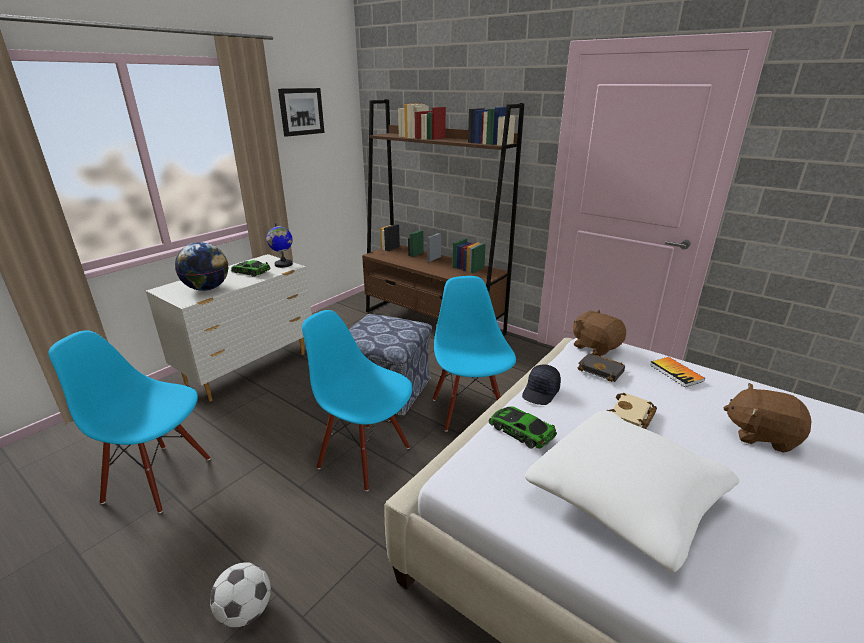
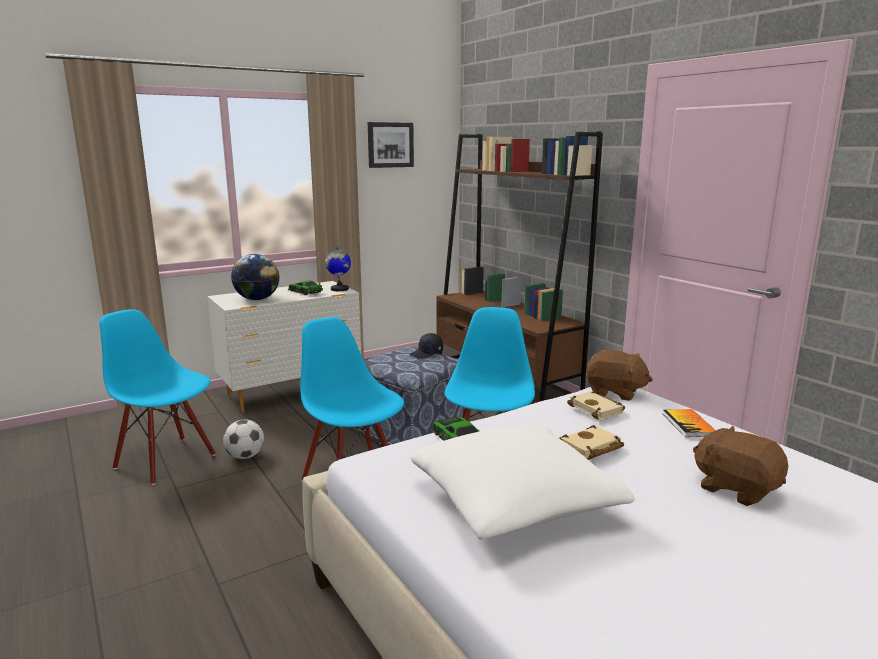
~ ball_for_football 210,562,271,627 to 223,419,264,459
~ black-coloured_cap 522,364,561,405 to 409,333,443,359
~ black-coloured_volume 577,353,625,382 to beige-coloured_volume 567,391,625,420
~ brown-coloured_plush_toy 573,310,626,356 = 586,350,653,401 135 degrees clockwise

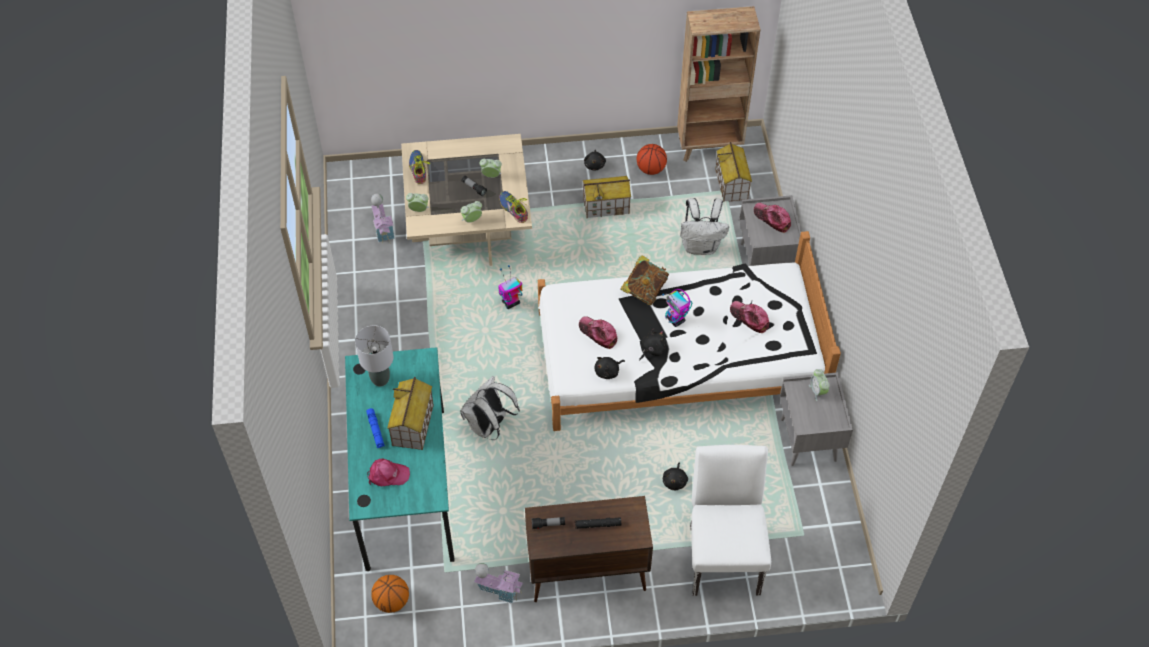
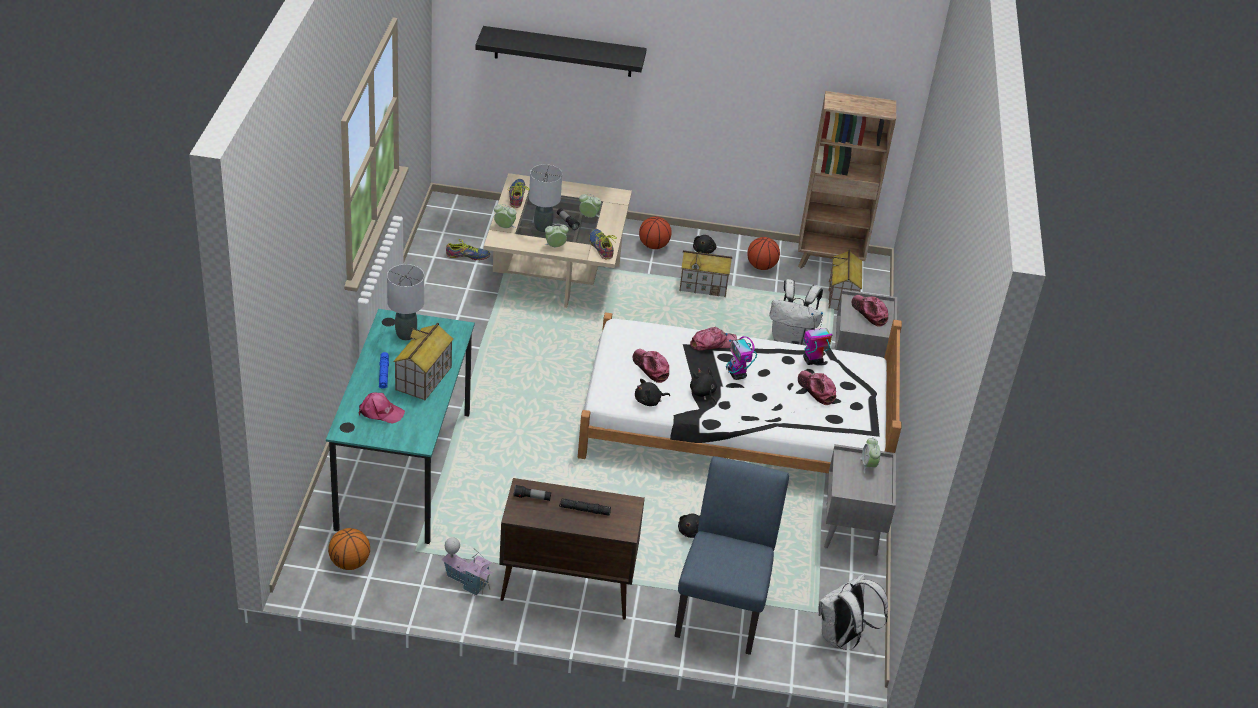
+ black-coloured_wall_shelf 475,26,647,77
+ grey_table_lamp 529,164,562,232
+ basketball_ball 639,216,672,249
~ white-coloured_rucksack 460,376,520,440 to 819,574,888,650
~ toy_robot 498,265,523,309 to 803,312,832,365
~ model_house 371,194,395,244 to low_shoe 446,239,490,260
~ volume 620,255,669,305 to cap 690,327,737,350
~ white-coloured_plain_chair 690,445,771,596 to bluish_plain_chair 675,456,789,655
~ black-coloured_plush_toy 639,328,667,361 = 690,368,717,404 90 degrees counterclockwise

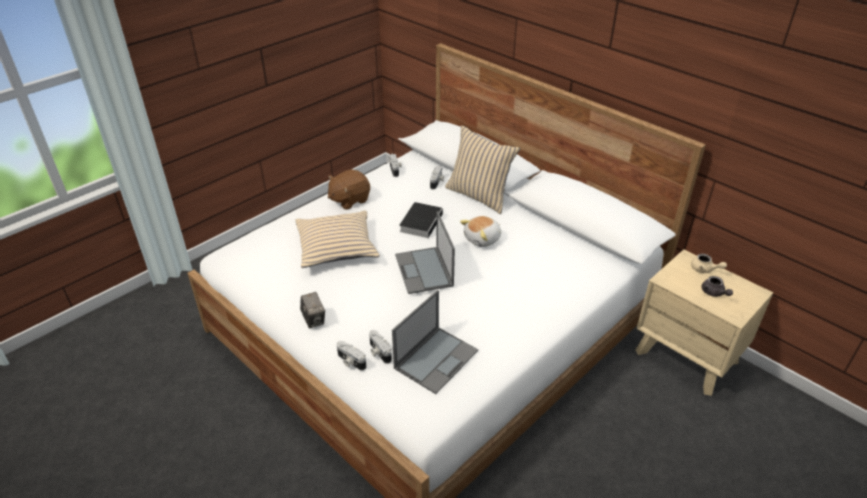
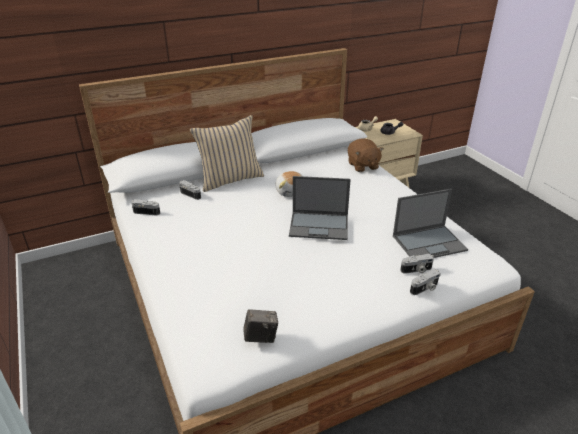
- beige-coloured_cushion 295,211,380,268
- volume 399,202,443,238
~ photo_camera 300,292,325,328 to 243,309,278,343
~ brown-coloured_plush_toy 328,169,370,210 to 348,138,384,172
~ notebook_computer 392,290,478,394 = 393,189,468,258 105 degrees clockwise

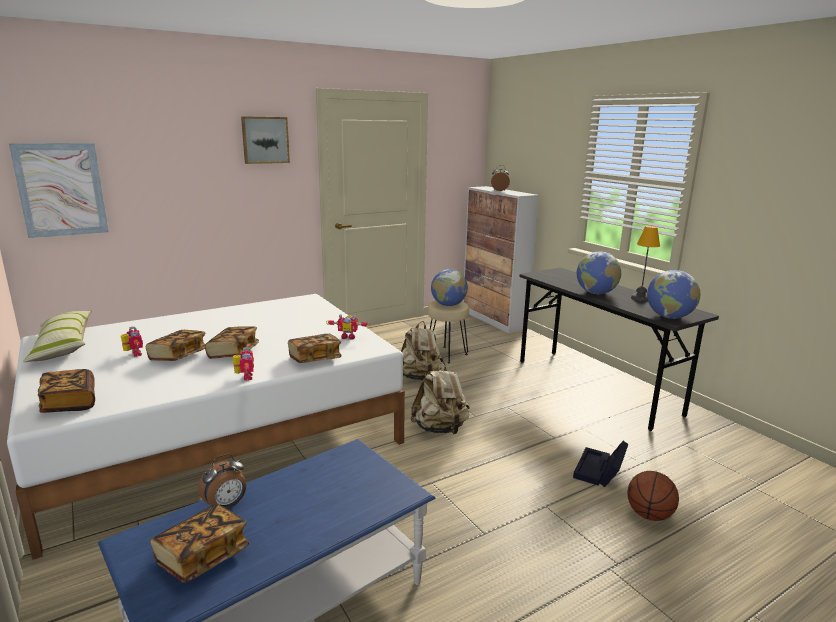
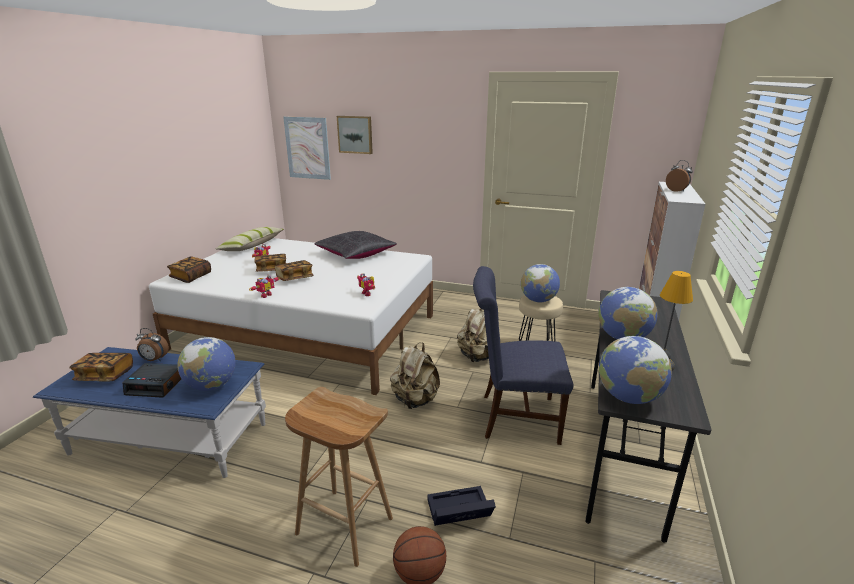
- volume 288,334,342,363
+ table_clock 123,363,181,398
+ world_globe 177,337,236,391
+ brown-coloured_stool 285,387,393,567
+ black-coloured_cushion 315,231,397,259
+ bluish_plain_chair 473,266,573,445
~ wall_picture 241,116,290,164 to 337,116,373,154

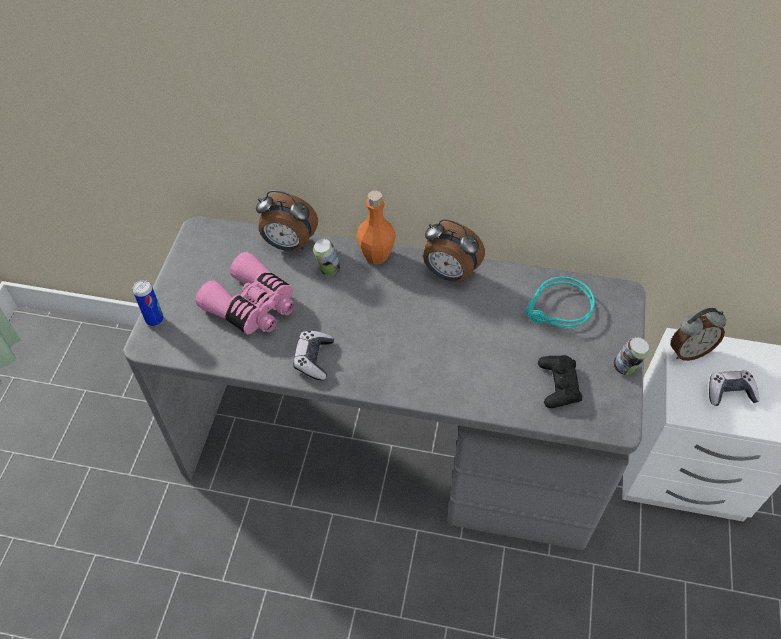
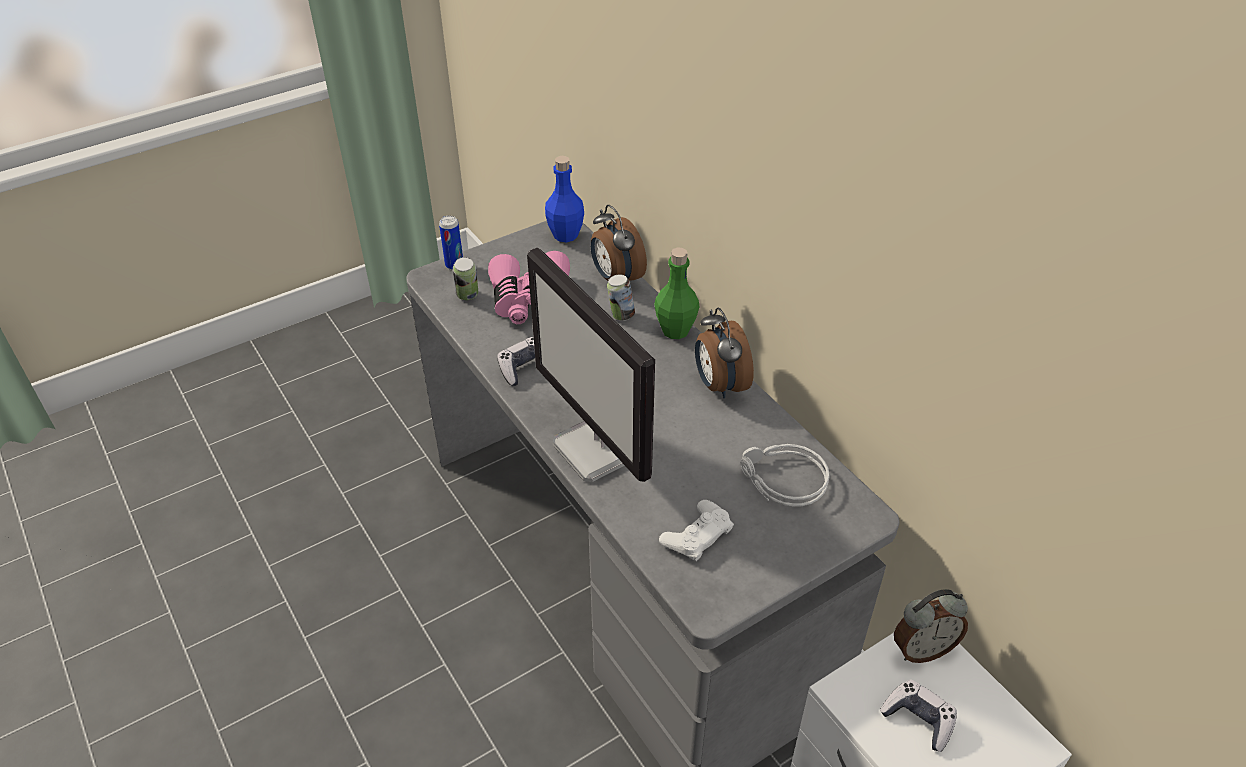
+ computer_display 527,248,655,482
+ bluish_drink_bottle 545,156,584,242
~ metal_can 613,337,649,375 to 453,257,478,300
~ orange-coloured_drink_bottle 356,191,396,264 to green-coloured_drink_bottle 654,248,700,339
~ turquoise_headphones 526,277,595,329 to grey_headphones 740,444,830,506
~ black-coloured_gamepad 538,355,582,408 to white-coloured_gamepad 659,500,734,561
~ table_clock 670,308,726,361 = 894,589,968,663 45 degrees counterclockwise

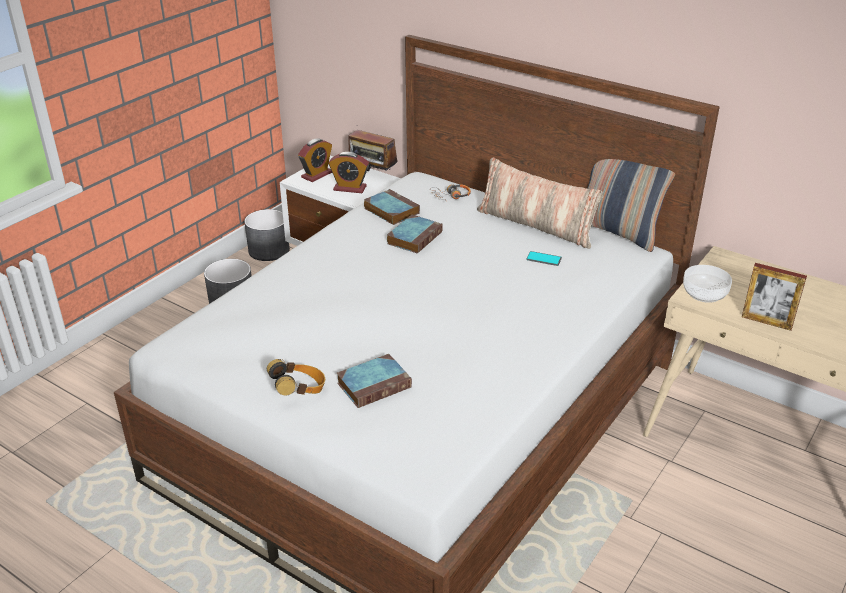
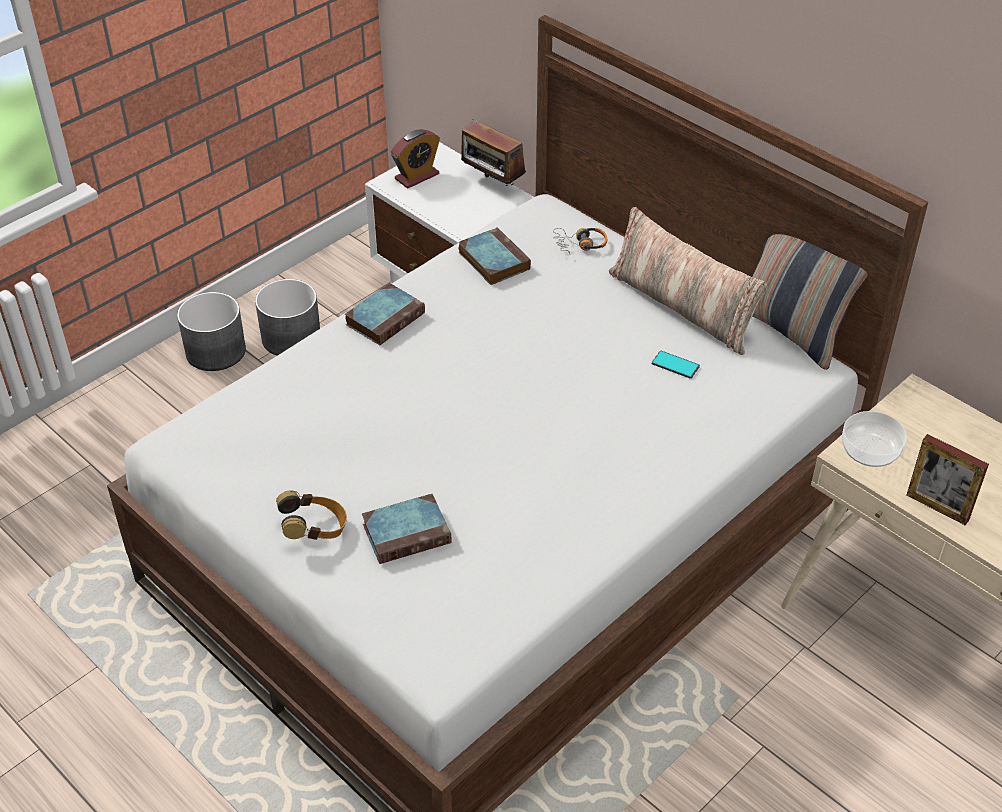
- table_clock 329,152,369,193
~ grey_flower_pot 244,209,290,261 to 177,292,246,371
~ volume 387,215,443,254 to 345,283,425,346

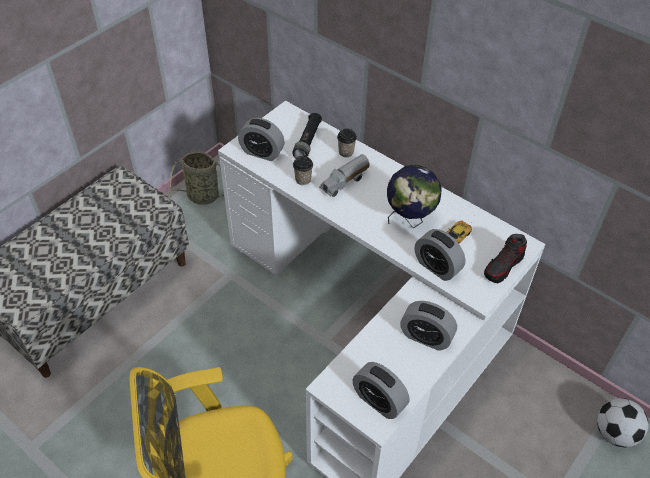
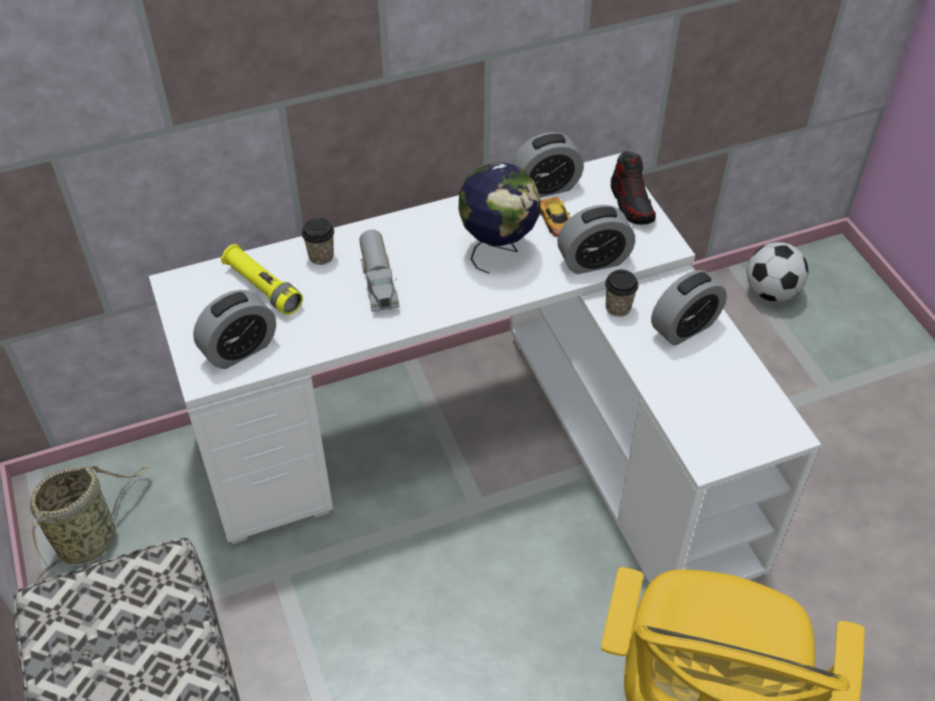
~ drinking_cup 293,156,313,185 to 605,270,638,317
~ table_clock 353,362,409,419 to 512,132,584,198
~ black-coloured_hand_torch 292,113,322,158 to yellow-coloured_hand_torch 221,244,303,315

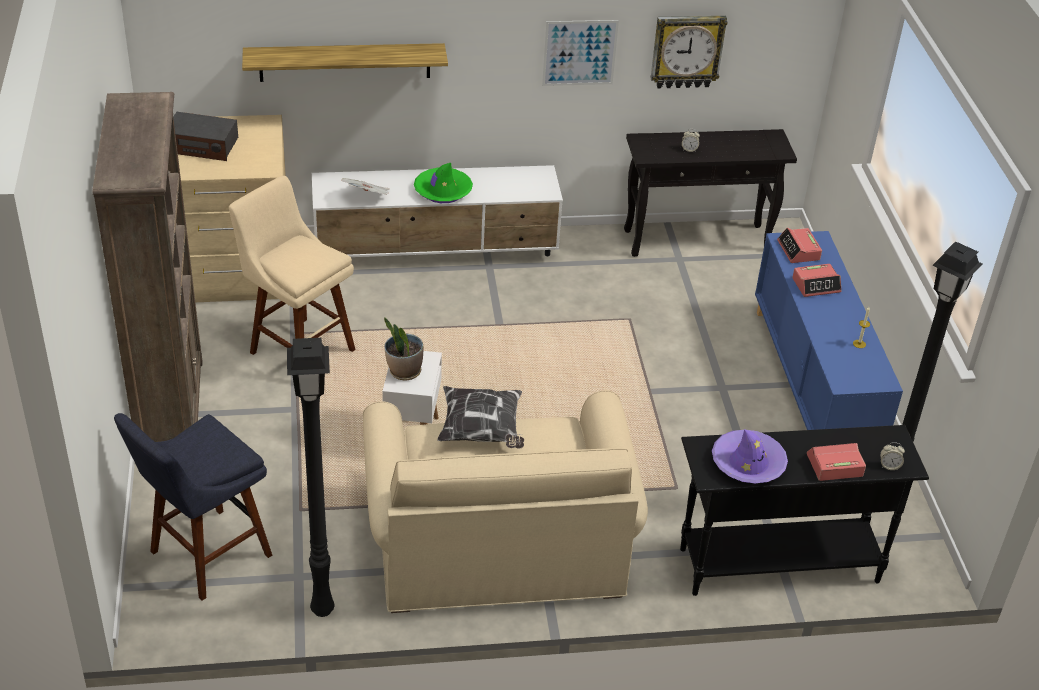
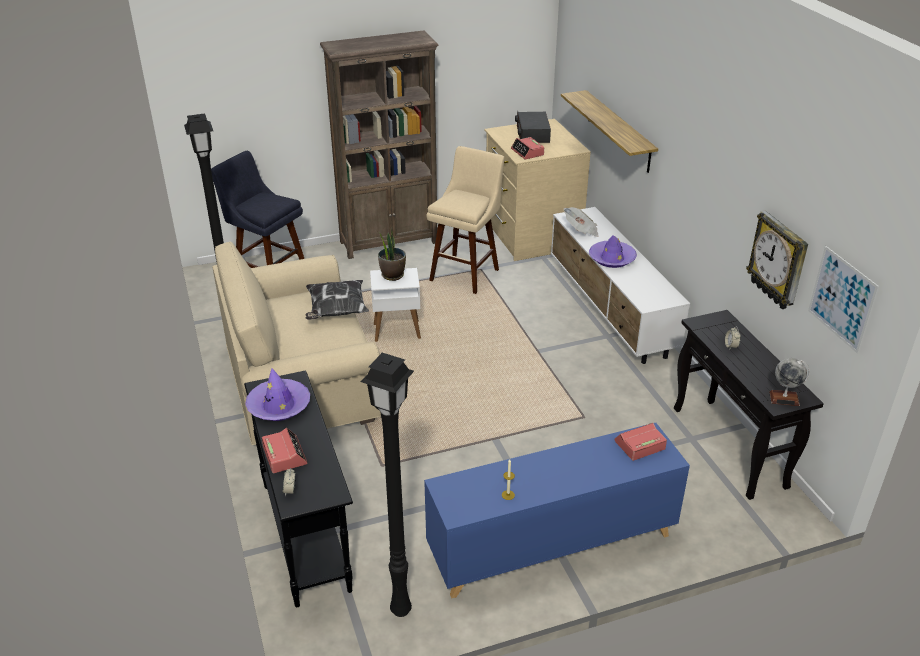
+ world_globe 769,358,810,406
~ wall_picture 542,20,619,86 to 808,246,879,354
~ table_clock 792,264,841,297 to 511,137,544,159
~ green-coloured_clothing_hat 414,163,473,203 to purple_clothing_hat 589,235,637,268

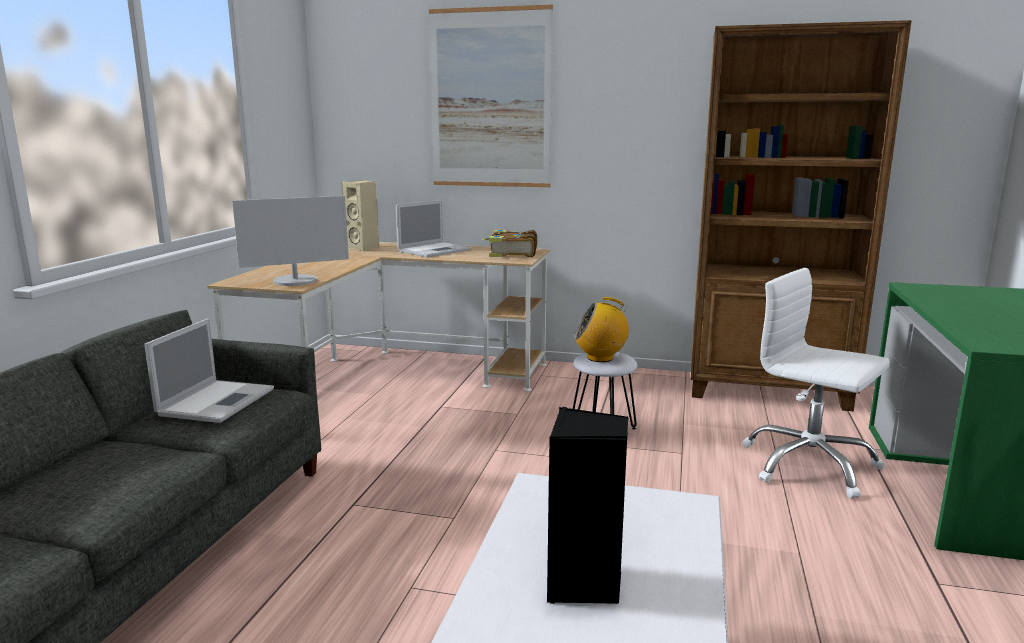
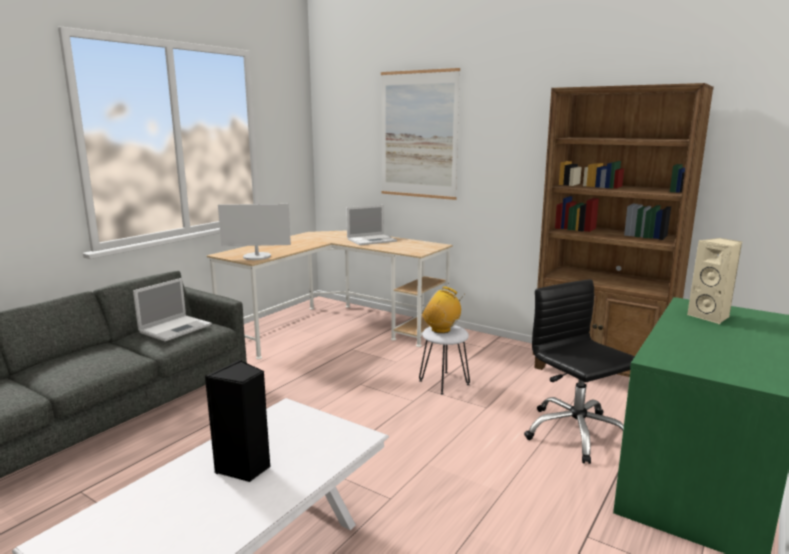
- volume 482,230,537,257
~ beige-coloured_speaker 341,180,379,251 to 687,238,742,324
~ white-coloured_office_chair 742,268,890,498 to black-coloured_office_chair 524,279,635,464

